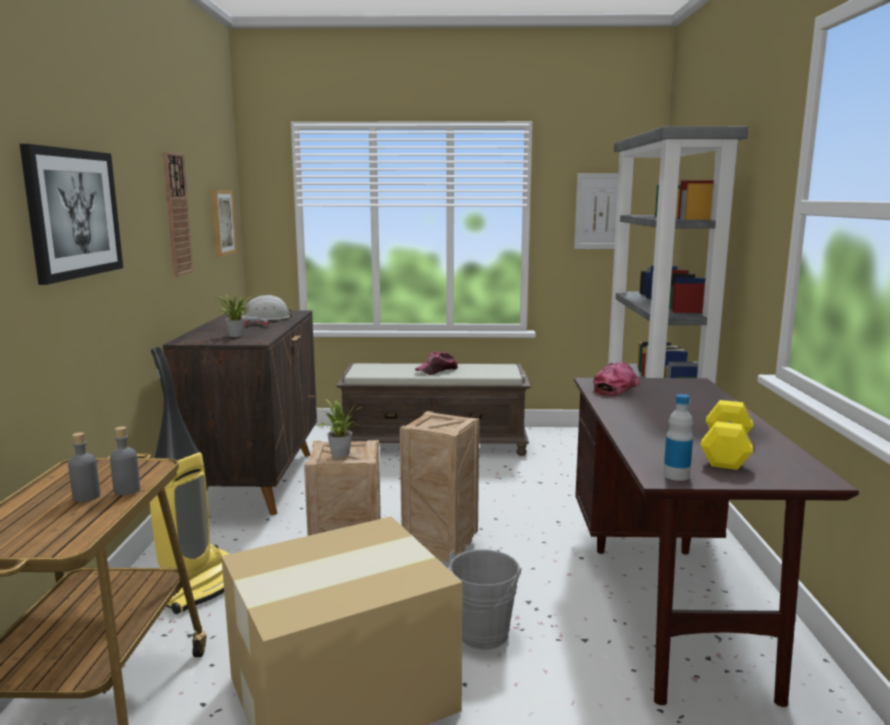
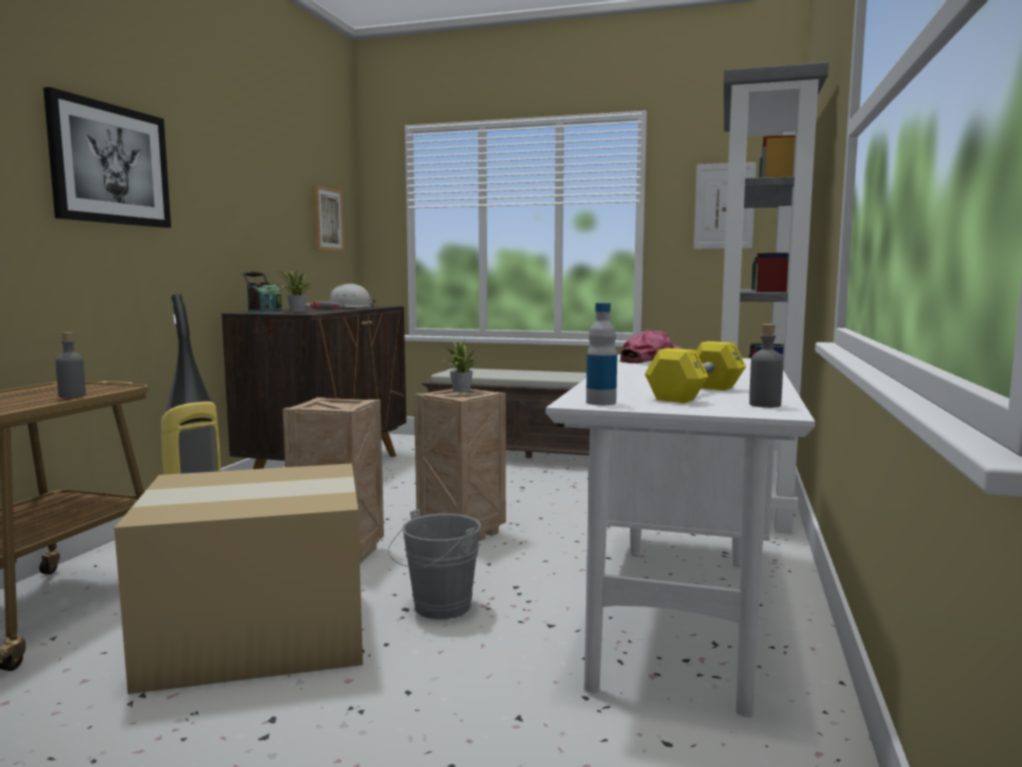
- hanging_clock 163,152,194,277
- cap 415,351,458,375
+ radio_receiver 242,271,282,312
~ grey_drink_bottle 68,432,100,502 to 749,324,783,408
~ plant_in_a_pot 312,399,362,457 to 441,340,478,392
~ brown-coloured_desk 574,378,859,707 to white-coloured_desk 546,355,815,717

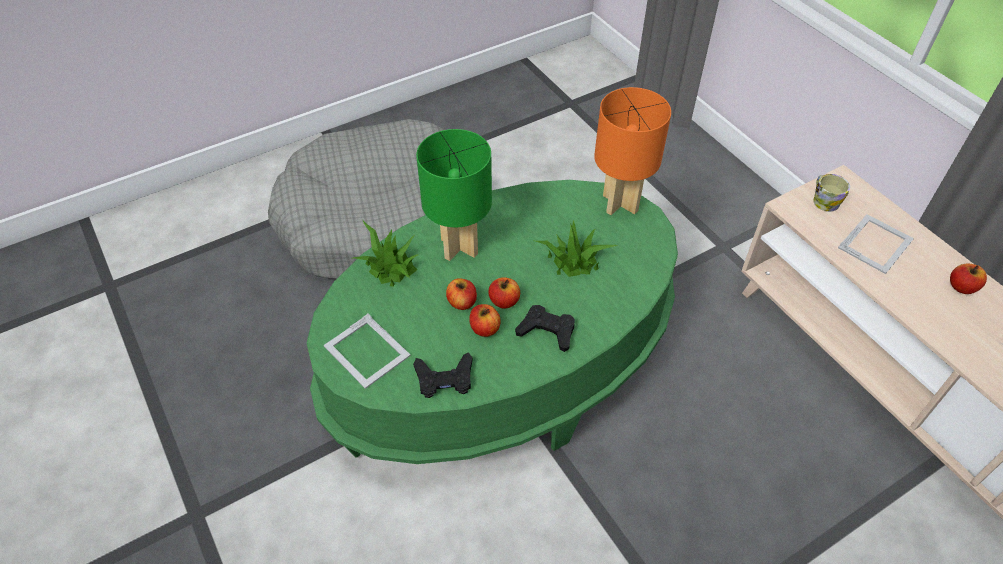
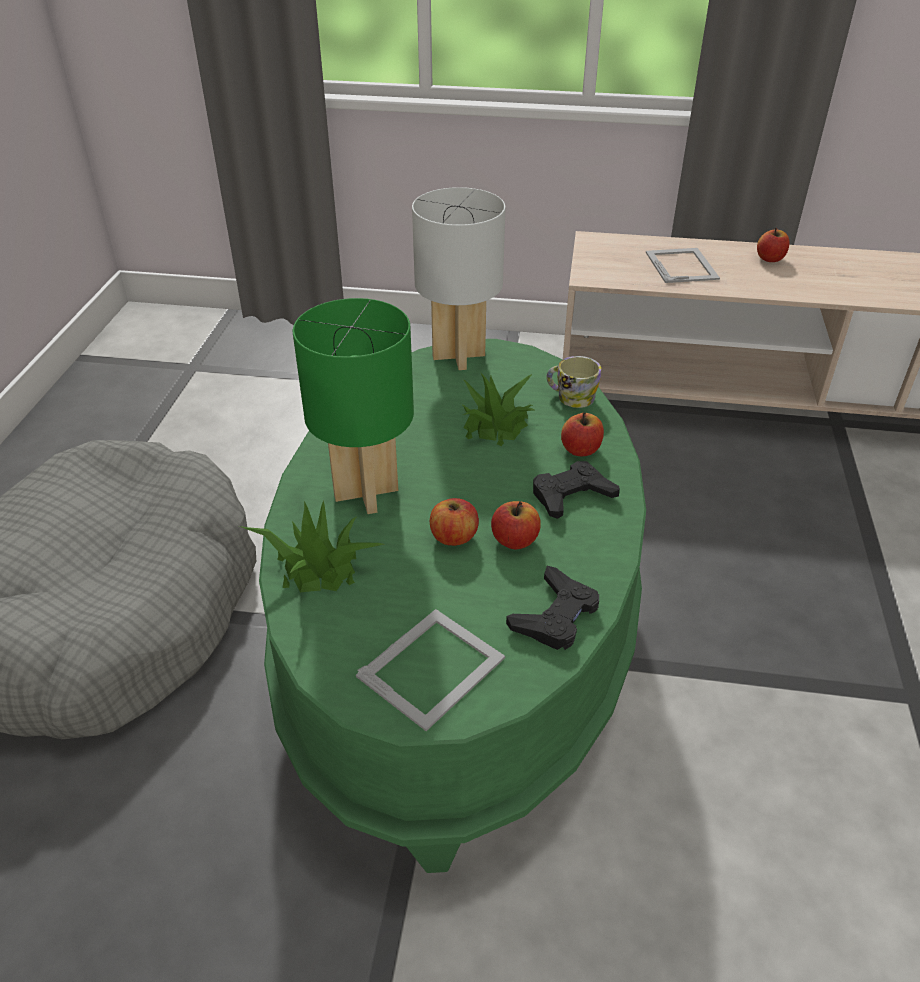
~ apple_fruit 488,277,520,309 to 561,412,604,456
~ coffee_mug 813,174,850,212 to 546,356,601,408
~ orange-coloured_table_lamp 594,87,671,215 to white-coloured_table_lamp 412,187,506,370
~ standing_frame 324,313,411,389 = 356,609,505,731 45 degrees counterclockwise

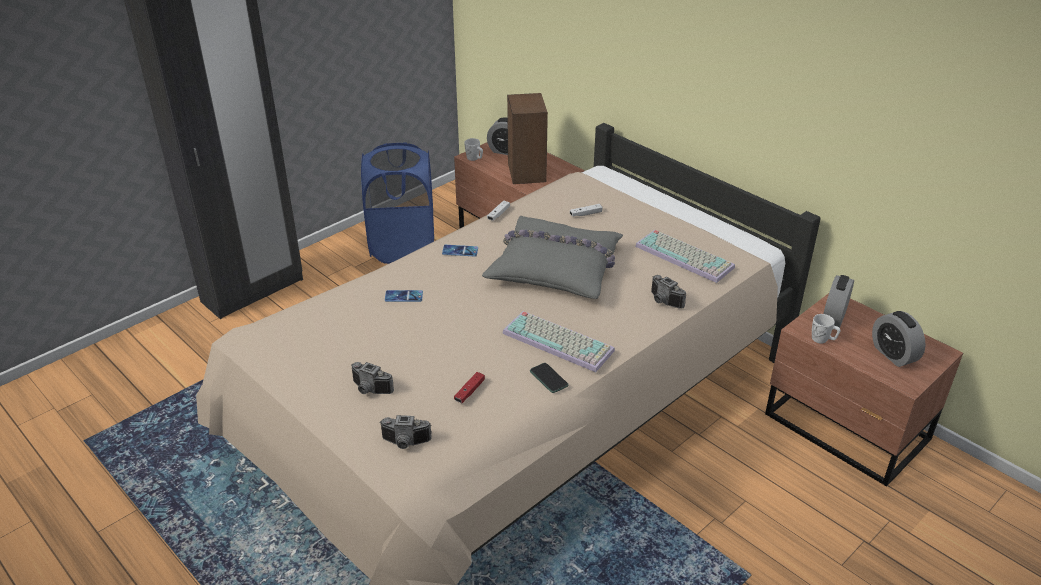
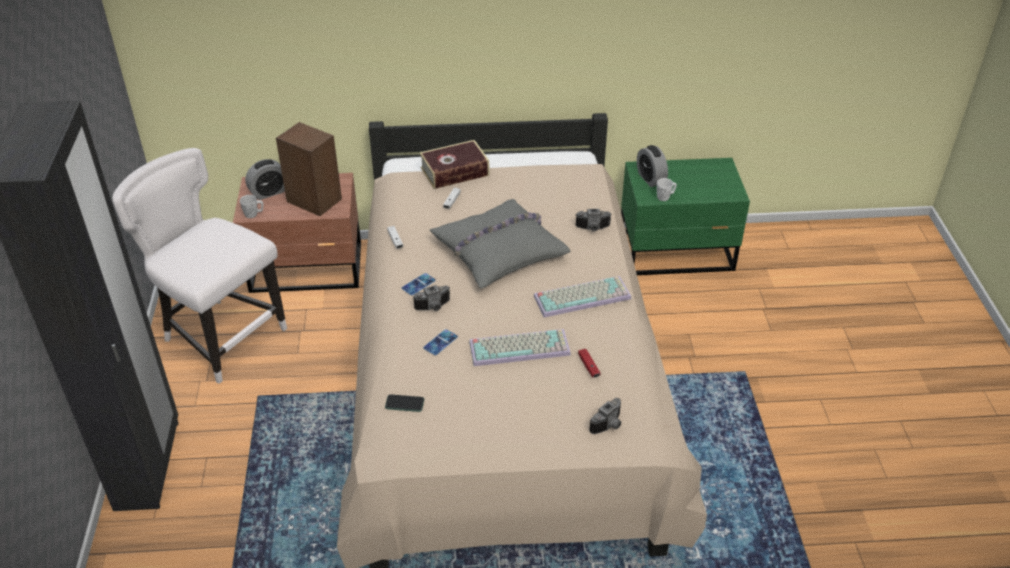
- table_clock 872,311,926,367
+ volume 420,140,490,189
~ photo_camera 351,362,394,394 to 413,285,450,311
~ handset 530,363,569,393 to 385,394,424,412
~ keyboard 635,230,735,283 to 469,329,571,366
~ bluish_washing_basket 361,142,434,264 to white-coloured_plain_chair 112,148,287,384
~ brown-coloured_nightstand 765,293,963,487 to green-coloured_nightstand 621,158,750,275

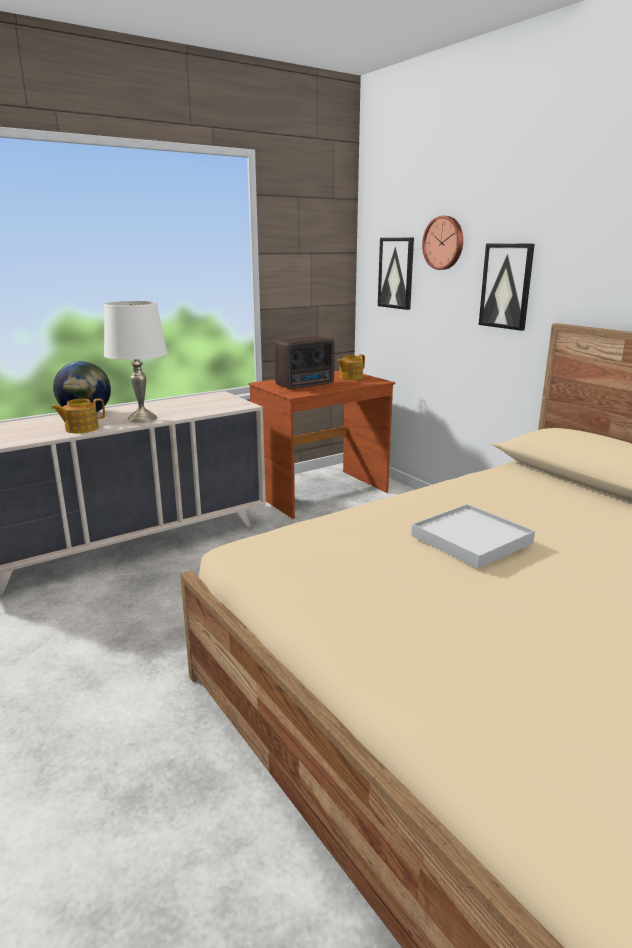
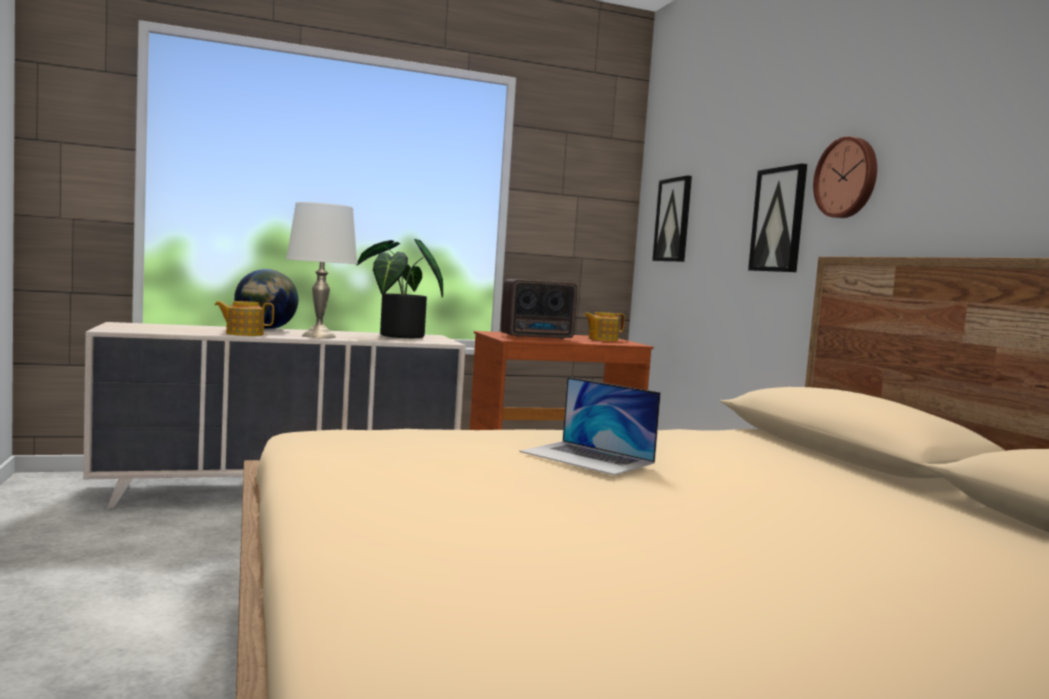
+ plant_in_a_pot 357,239,443,338
~ hanging_clock 422,216,463,270 to 813,136,877,218
~ white-coloured_carrying_tray 411,504,535,568 to notebook_computer 519,377,661,475

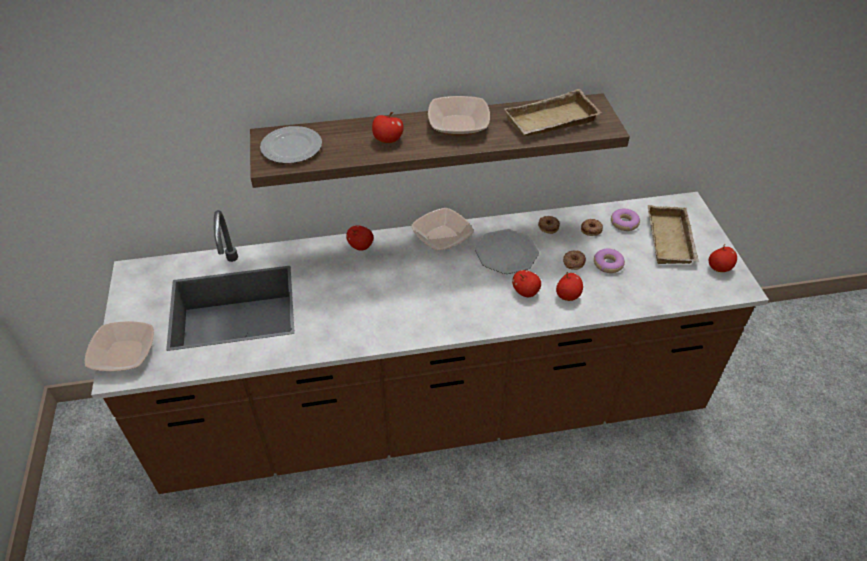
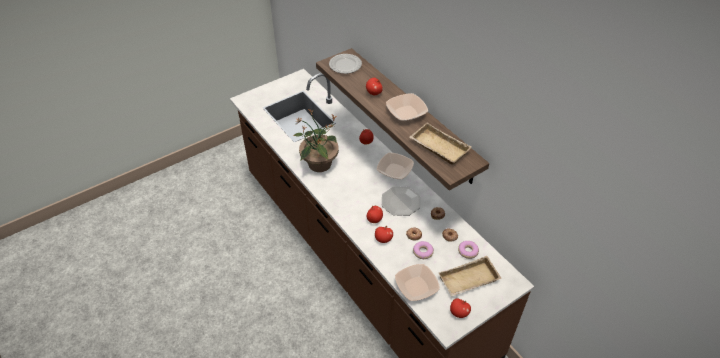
+ plant_in_a_pot 293,109,339,172
~ serving_bowl 85,321,154,372 to 395,264,440,301

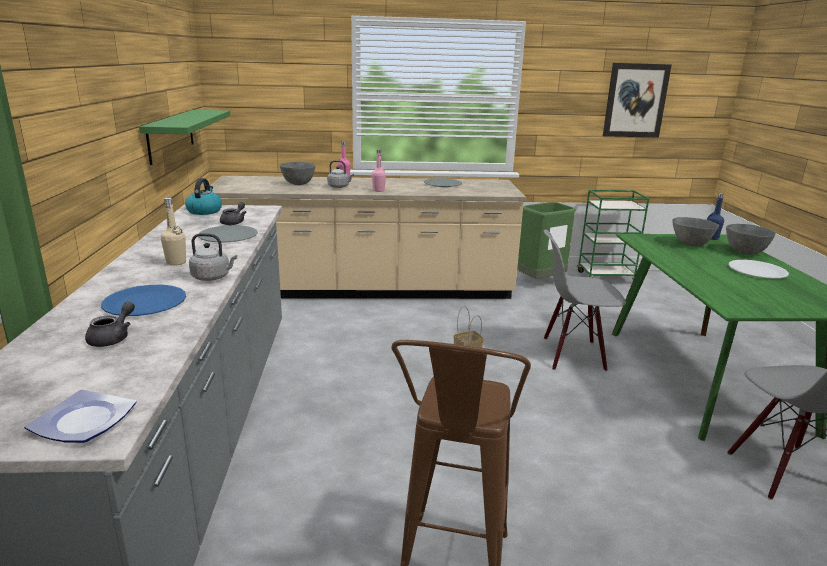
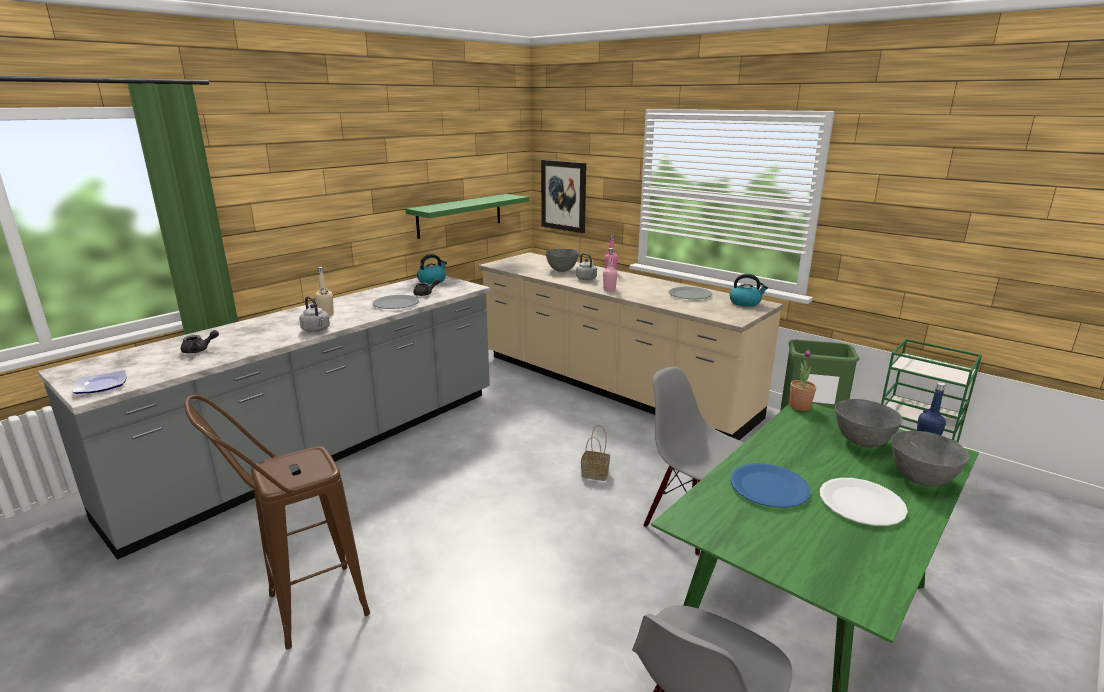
+ water_kettle 729,274,768,307
+ plant_in_a_pot 790,350,816,411
~ bluish_flat_dish 101,285,186,316 to 730,463,810,508
~ wall_picture 603,63,672,137 to 541,160,586,233

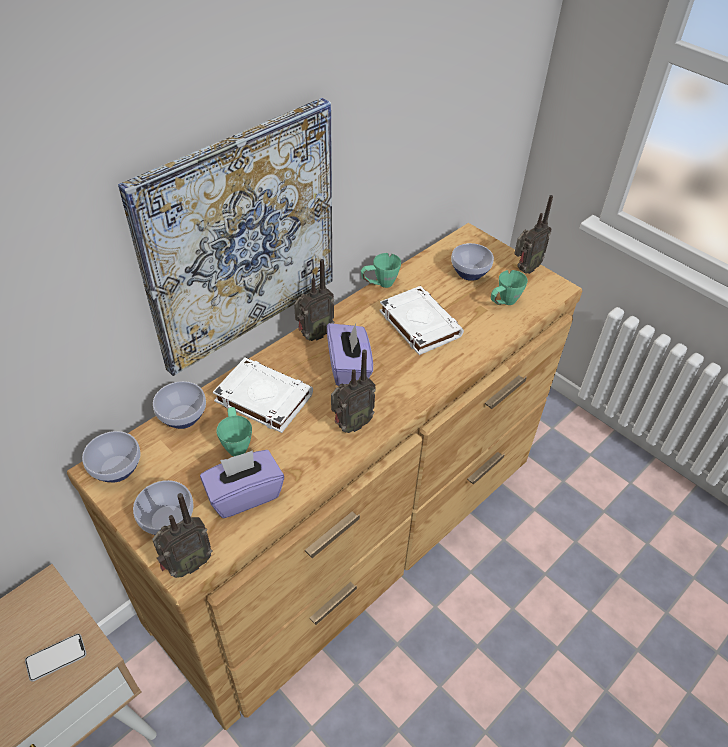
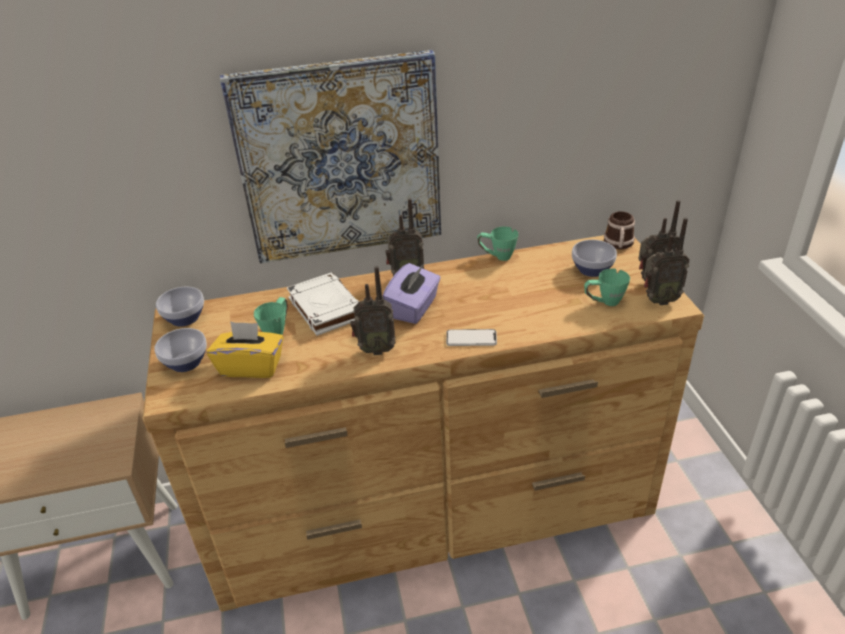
- serving_bowl 153,381,206,429
- white-coloured_volume 379,286,464,355
+ coffee_mug 604,211,635,250
~ handset 25,634,86,682 to 446,329,497,346
~ radio_receiver 152,493,213,578 to 644,217,690,305
~ purple_tissue_holder 200,450,284,518 to yellow-coloured_tissue_holder 207,321,284,378

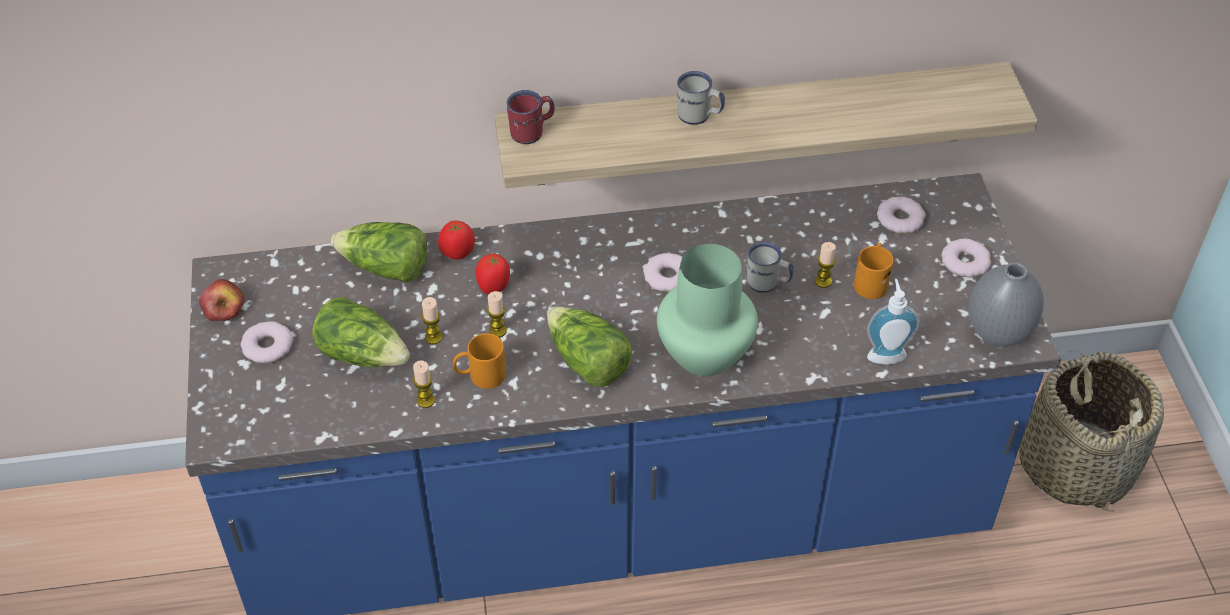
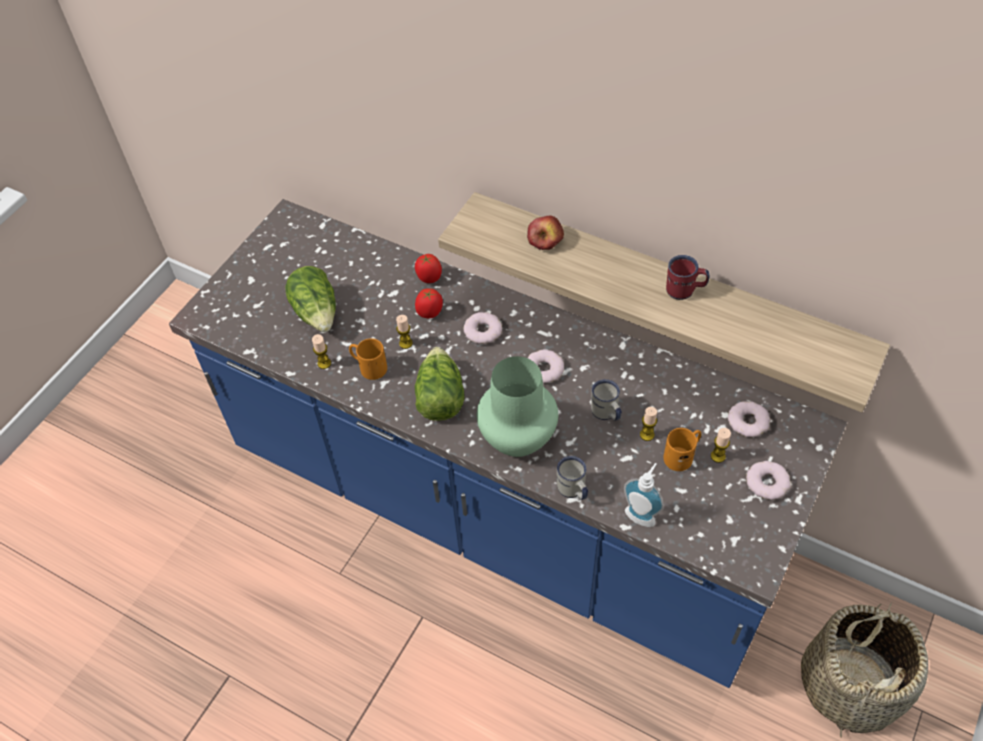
- lettuce 331,222,427,283
- grey_decorative_vase 969,262,1044,347
~ apple_fruit 199,279,245,321 to 527,216,564,250
~ ring_doughnut 241,321,293,363 to 463,312,502,344
~ candle 422,297,443,344 to 711,428,731,463
~ red-coloured_coffee_mug 507,90,555,144 to 666,255,709,300
~ white-coloured_coffee_mug 677,71,725,125 to 557,456,588,500

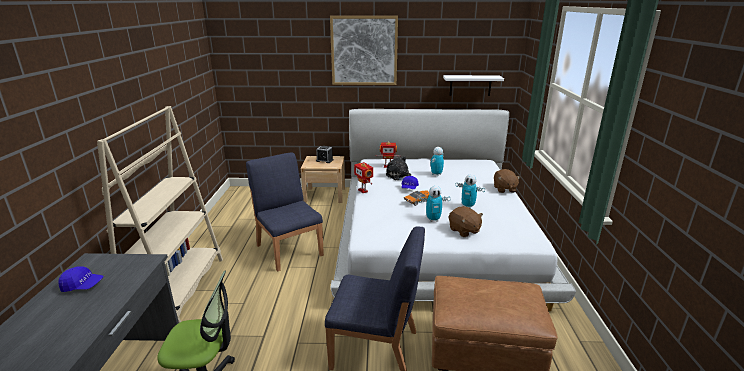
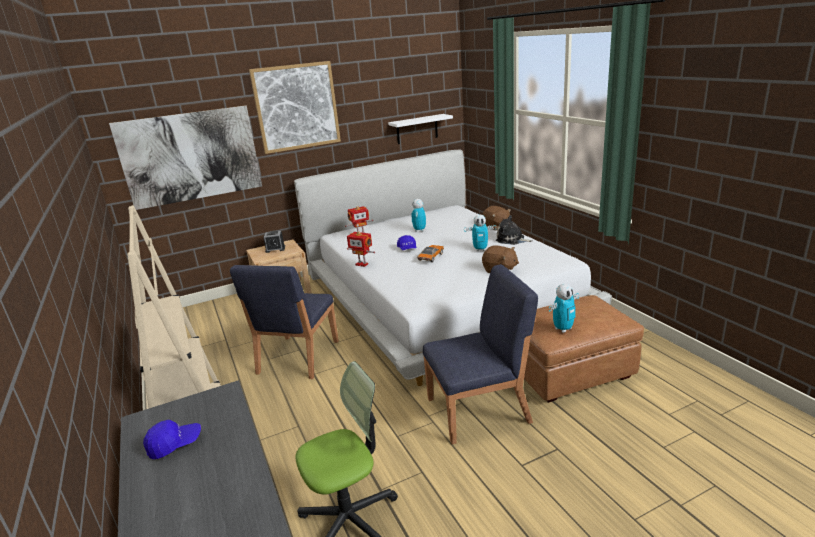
+ wall_picture 109,105,262,210
~ plush_toy 386,156,411,180 to 496,215,532,245
~ toy_robot 419,186,451,222 to 549,284,579,333
~ bluish_plain_chair 246,152,324,271 = 230,265,339,379 105 degrees counterclockwise

